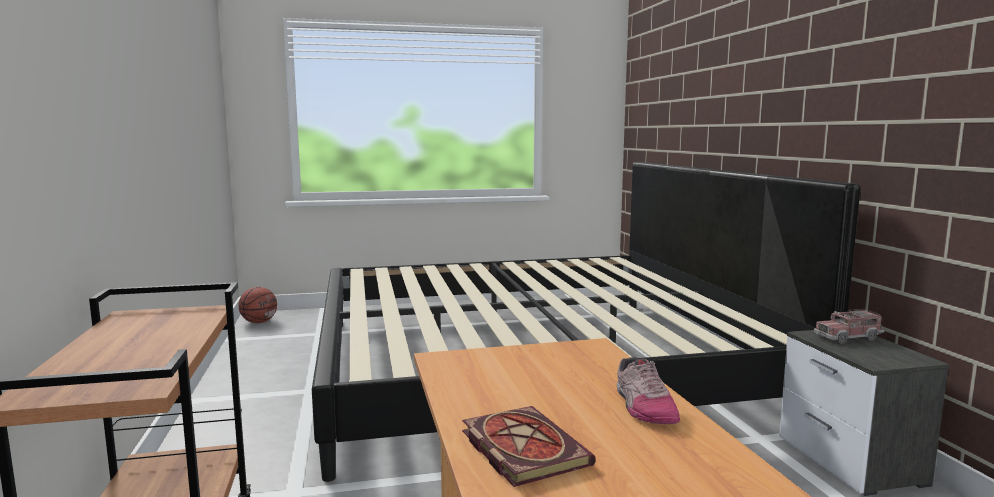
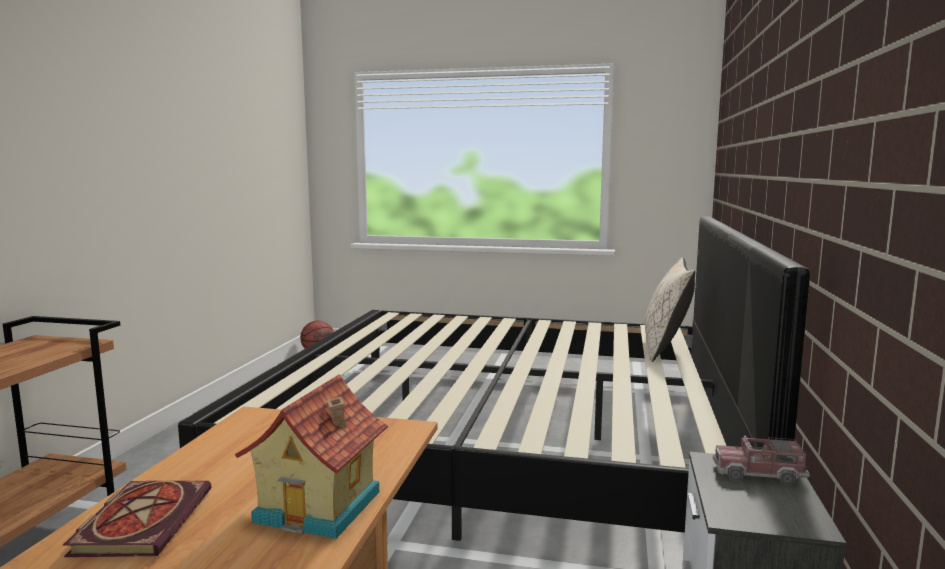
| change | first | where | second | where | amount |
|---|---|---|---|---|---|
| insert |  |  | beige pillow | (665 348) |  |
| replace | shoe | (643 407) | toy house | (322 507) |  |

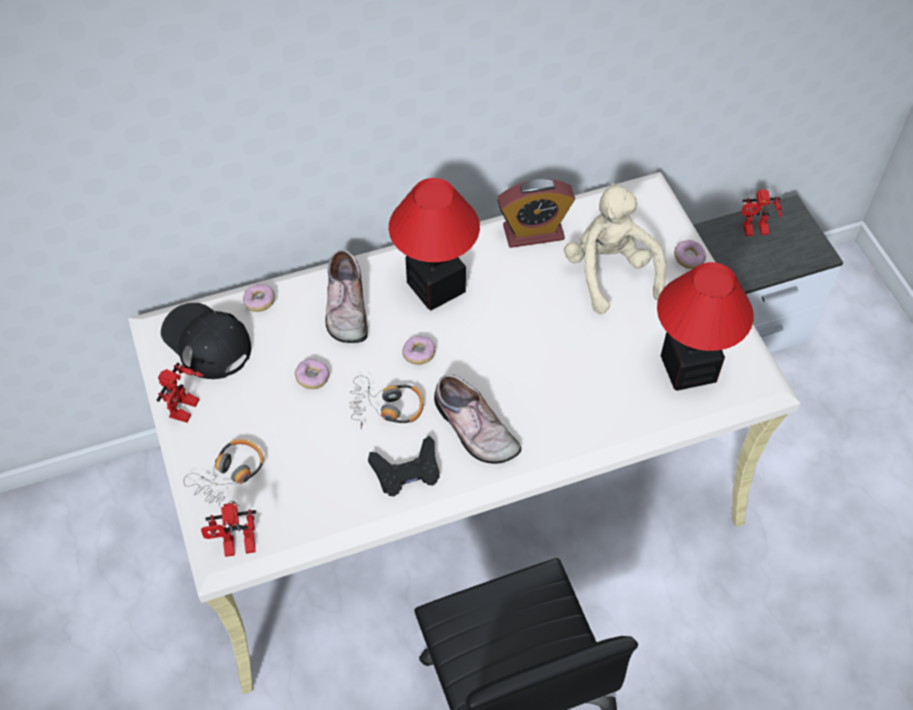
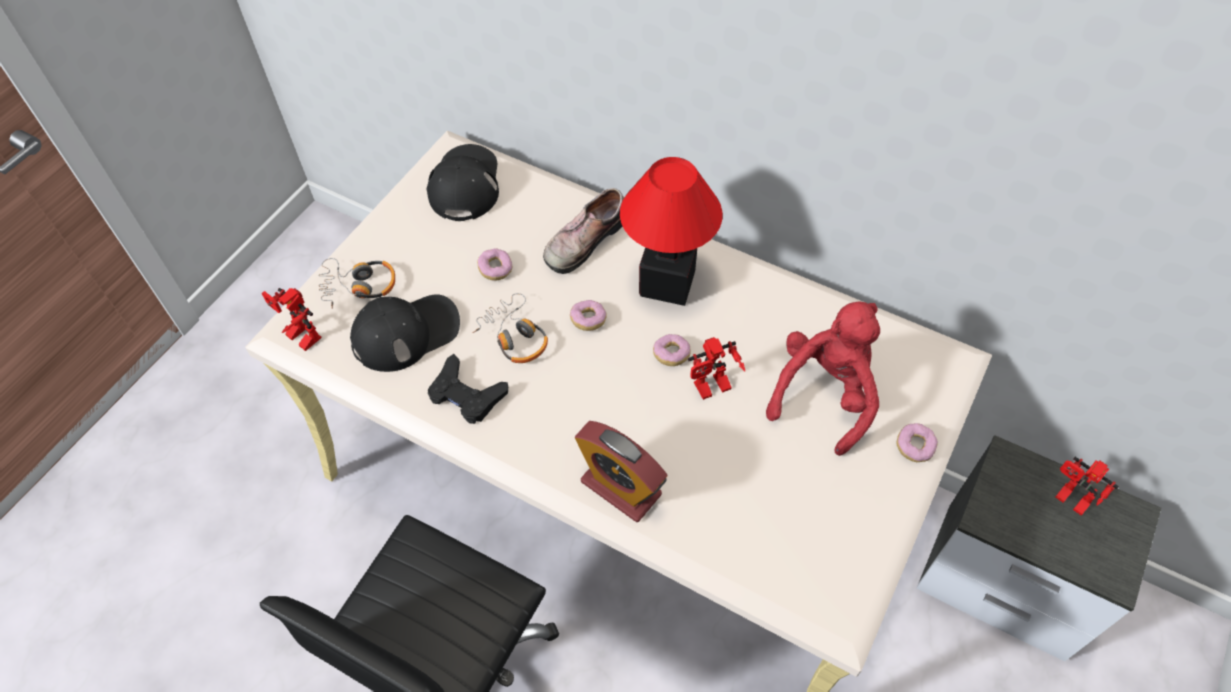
| change | first | where | second | where | amount |
|---|---|---|---|---|---|
| delete | shoe | (473 429) |  |  |  |
| delete | table lamp | (687 369) |  |  |  |
| insert |  |  | black cap | (406 333) |  |
| move | toy robot | (187 411) |  | (712 390) |  |
| move | donut | (259 302) |  | (671 355) |  |
| move | alarm clock | (533 232) |  | (621 488) |  |
| recolor | beige plush toy | (610 273) | red plush toy | (825 395) |  |

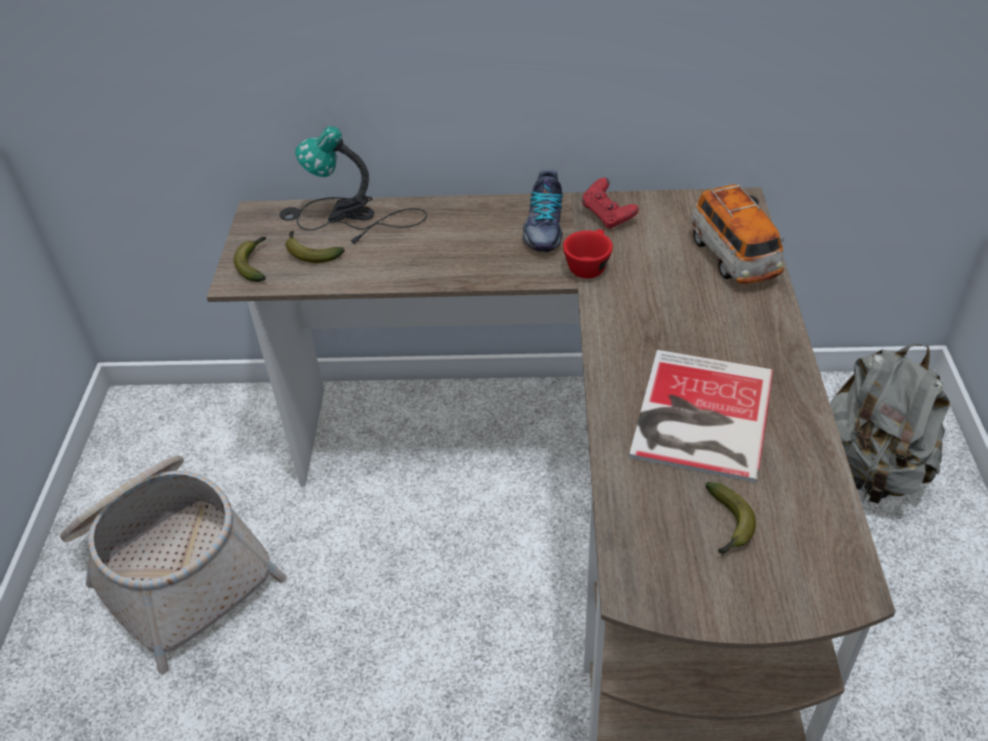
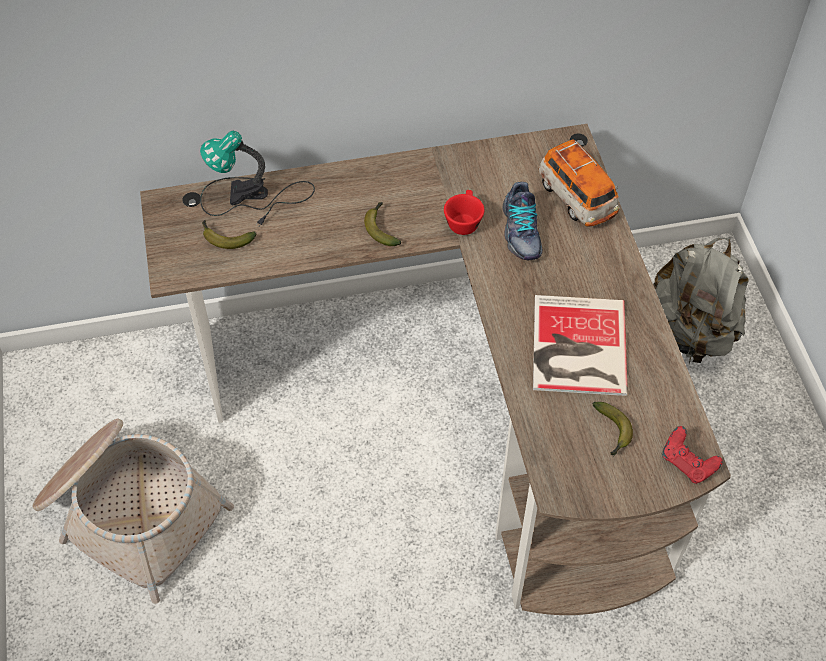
| change | first | where | second | where | amount |
|---|---|---|---|---|---|
| move | banana | (255 264) |  | (381 228) |  |
| move | shoe | (543 227) |  | (520 232) |  |
| move | red game controller | (607 216) |  | (687 463) |  |

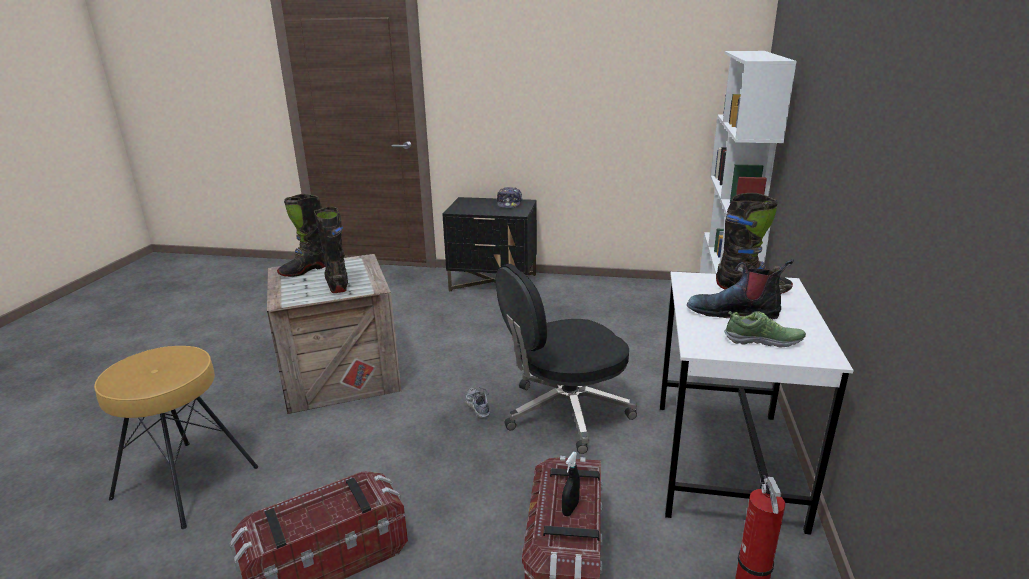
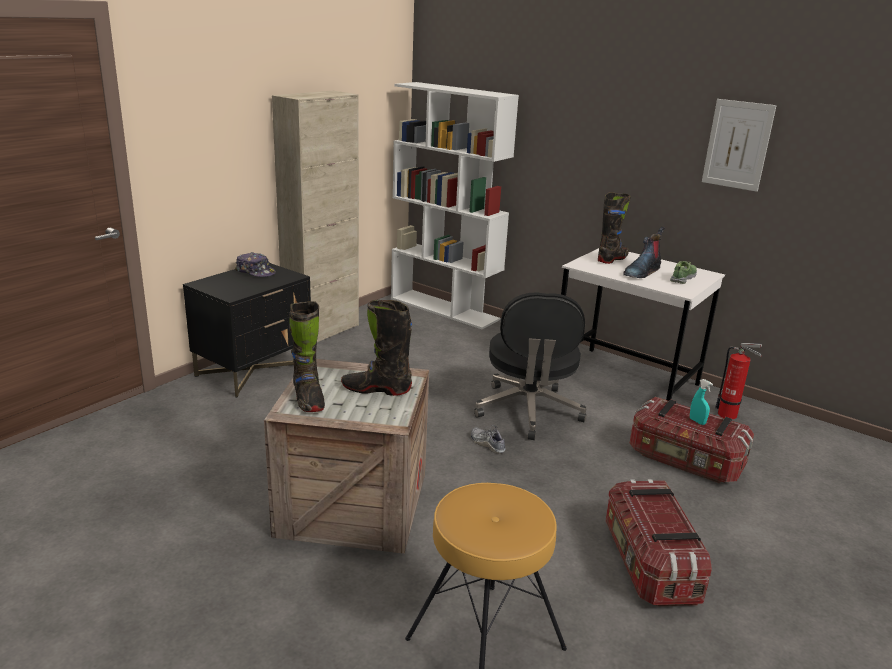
| change | first | where | second | where | amount |
|---|---|---|---|---|---|
| insert |  |  | beige cabinet | (322 331) |  |
| insert |  |  | picture | (737 145) |  |
| recolor | black spray bottle | (570 509) | turquoise spray bottle | (697 421) |  |
| rotate | shoe | (477 406) |  | (487 444) | 45 degrees clockwise |

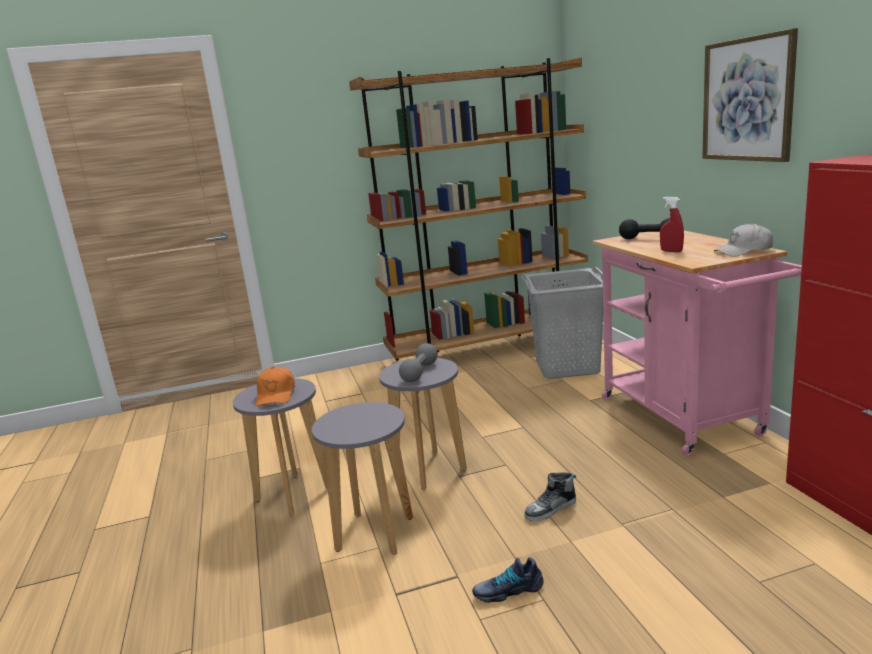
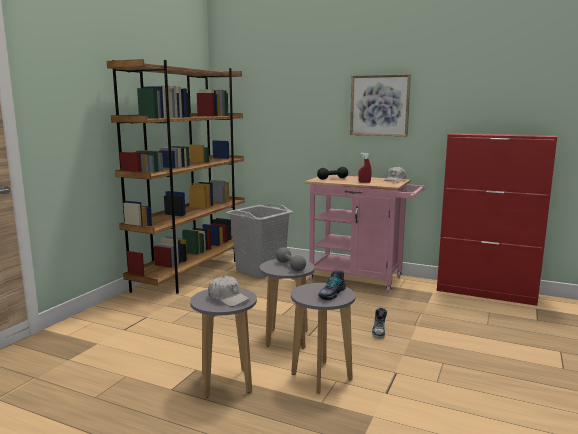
| change | first | where | second | where | amount |
|---|---|---|---|---|---|
| move | shoe | (508 590) |  | (331 293) |  |
| recolor | orange cap | (276 395) | white cap | (228 298) |  |

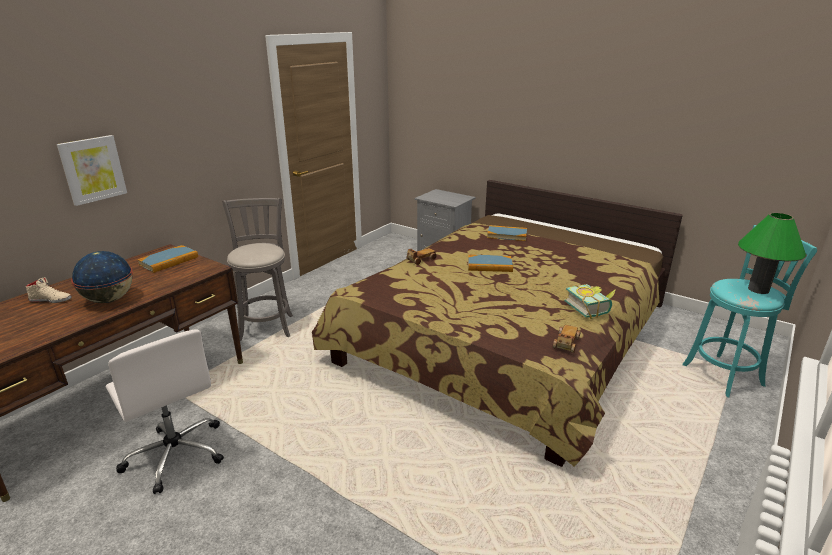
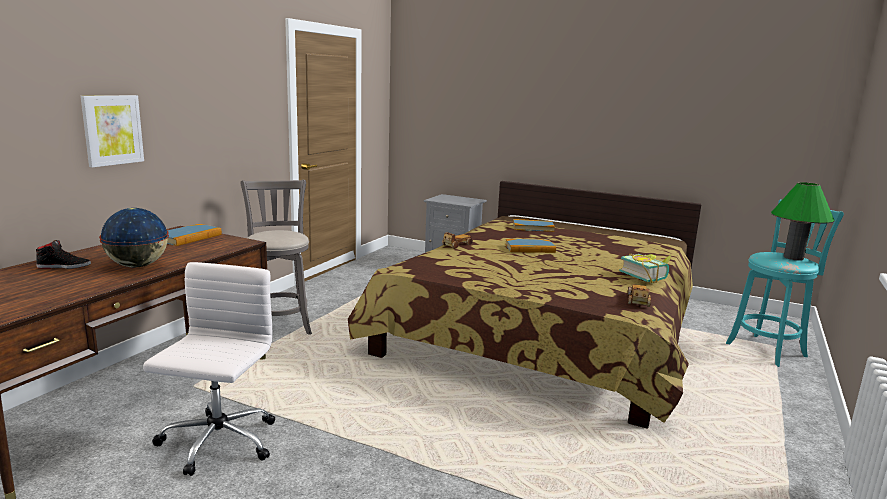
| change | first | where | second | where | amount |
|---|---|---|---|---|---|
| recolor | beige shoe | (51 299) | black shoe | (64 266) |  |
| rotate | white office chair | (176 454) |  | (217 443) | 120 degrees counterclockwise |

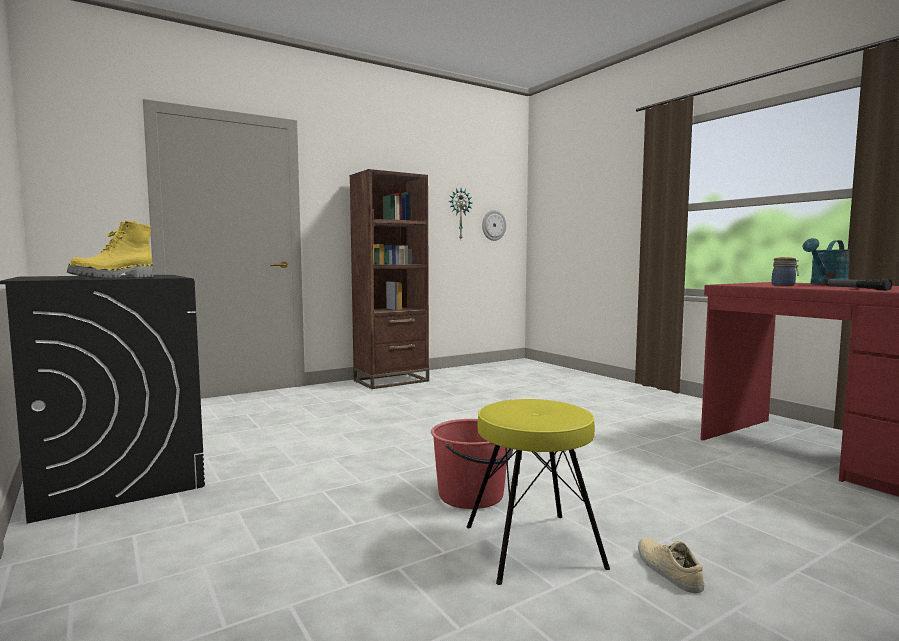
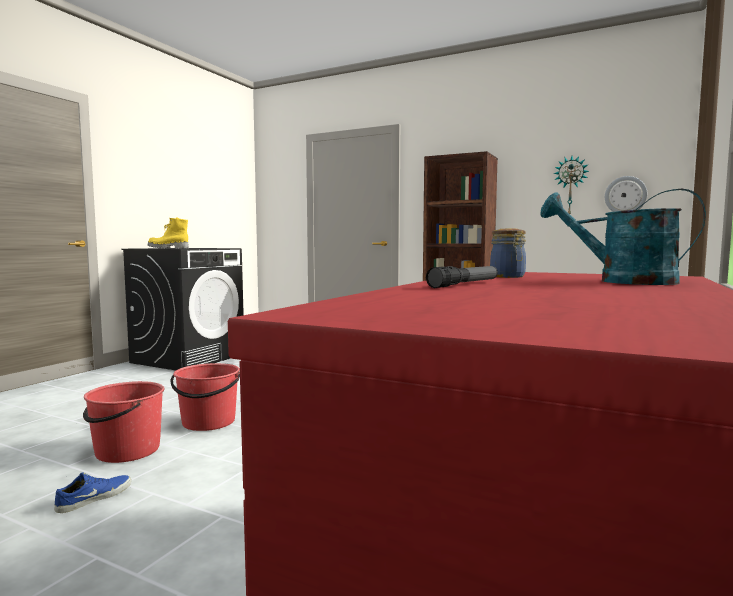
| change | first | where | second | where | amount |
|---|---|---|---|---|---|
| replace | yellow stool | (532 547) | red bucket | (127 451) |  |
| recolor | beige shoe | (667 570) | blue shoe | (94 498) |  |

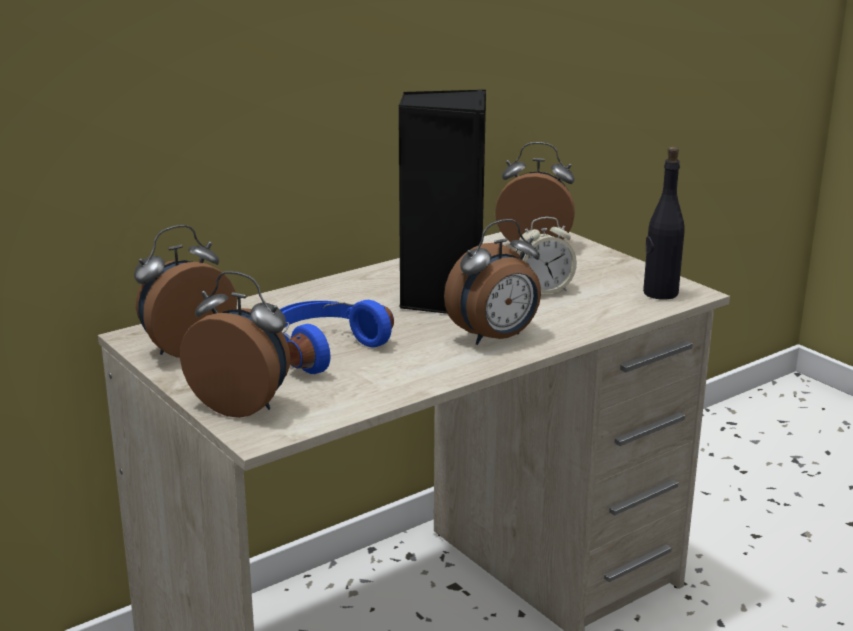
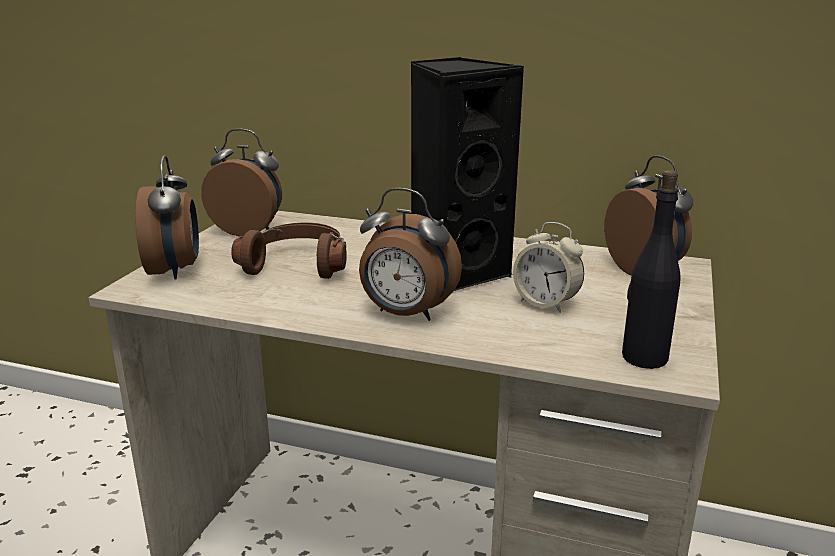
| change | first | where | second | where | amount |
|---|---|---|---|---|---|
| recolor | blue headphones | (322 349) | brown headphones | (298 264) |  |

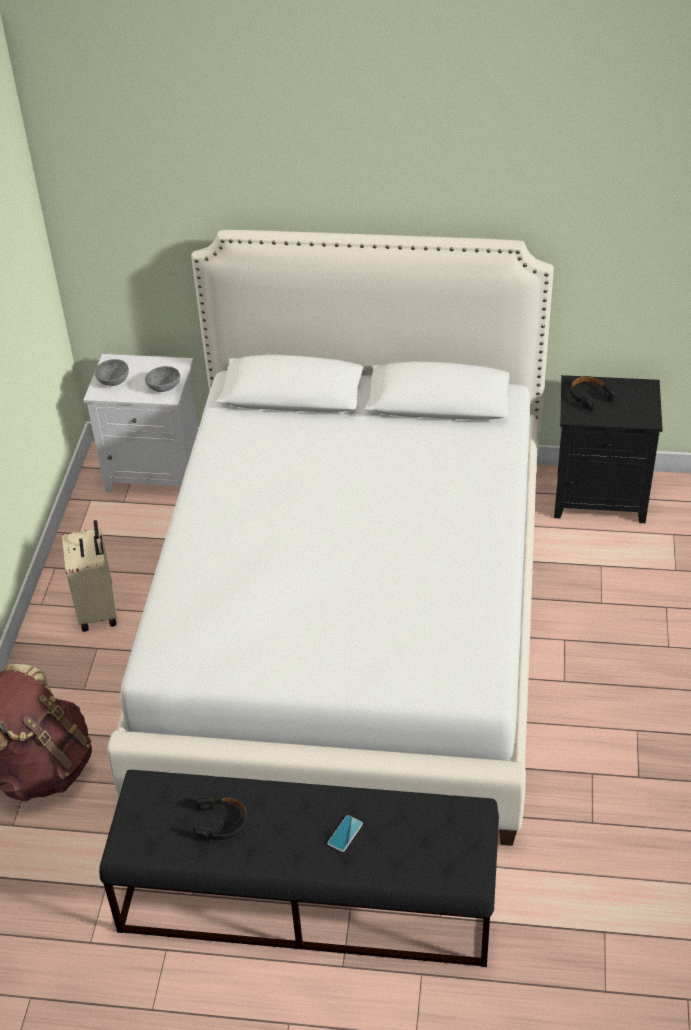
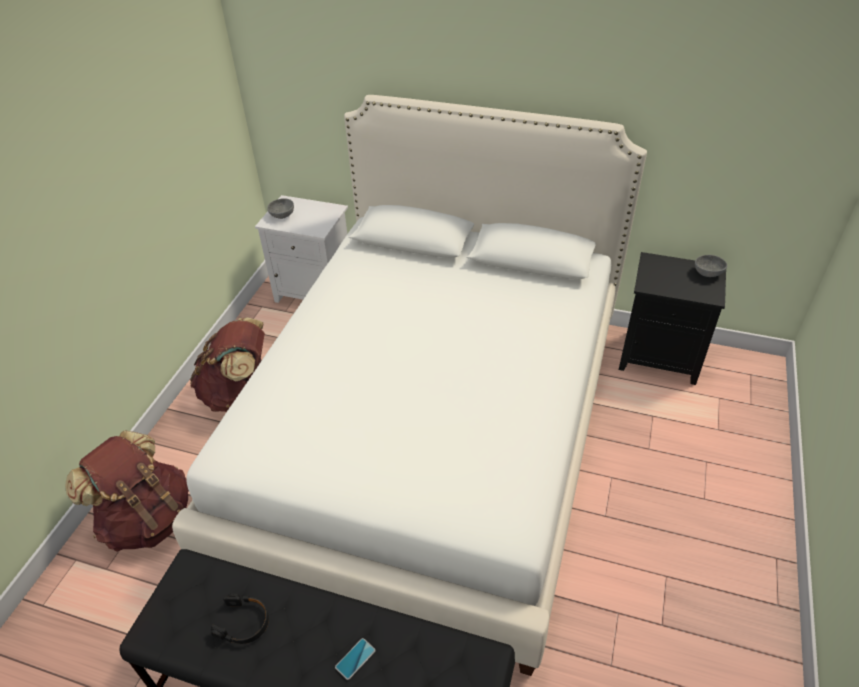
| change | first | where | second | where | amount |
|---|---|---|---|---|---|
| delete | black headphones | (589 396) |  |  |  |
| move | grey bowl | (163 387) |  | (707 272) |  |
| replace | beige suitcase | (99 610) | brown backpack | (239 392) |  |

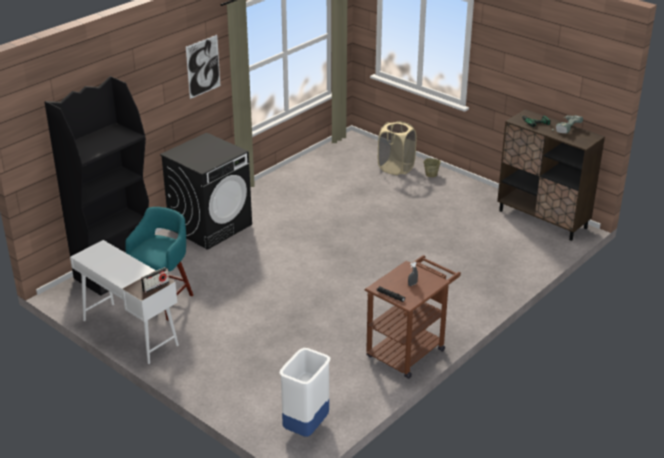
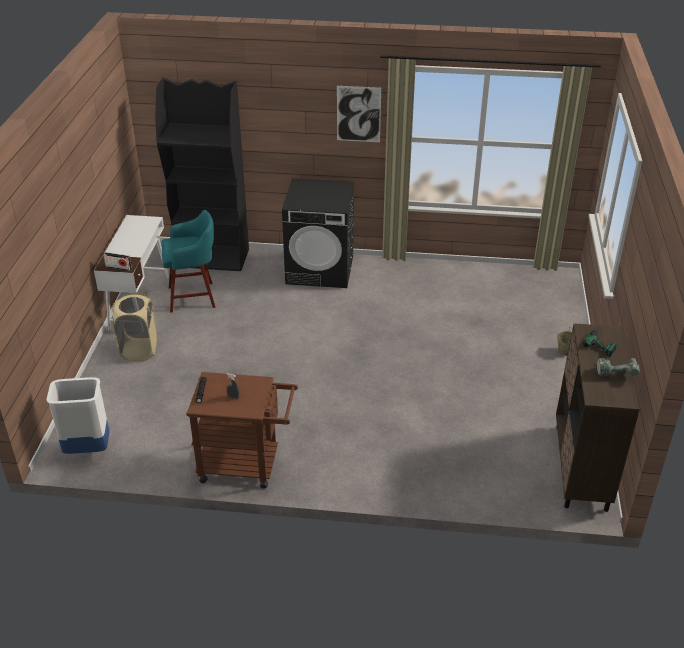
| change | first | where | second | where | amount |
|---|---|---|---|---|---|
| move | beige laundry basket | (396 168) |  | (139 350) |  |

